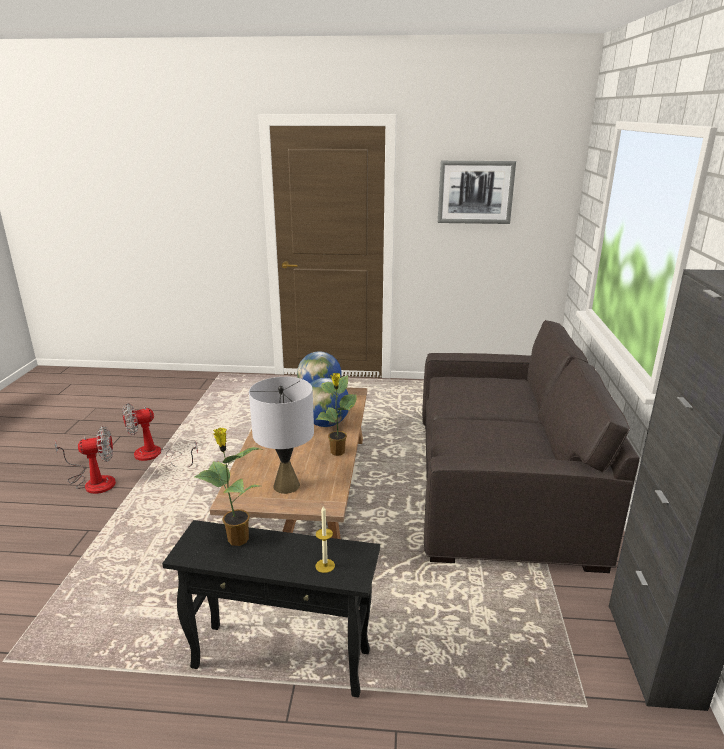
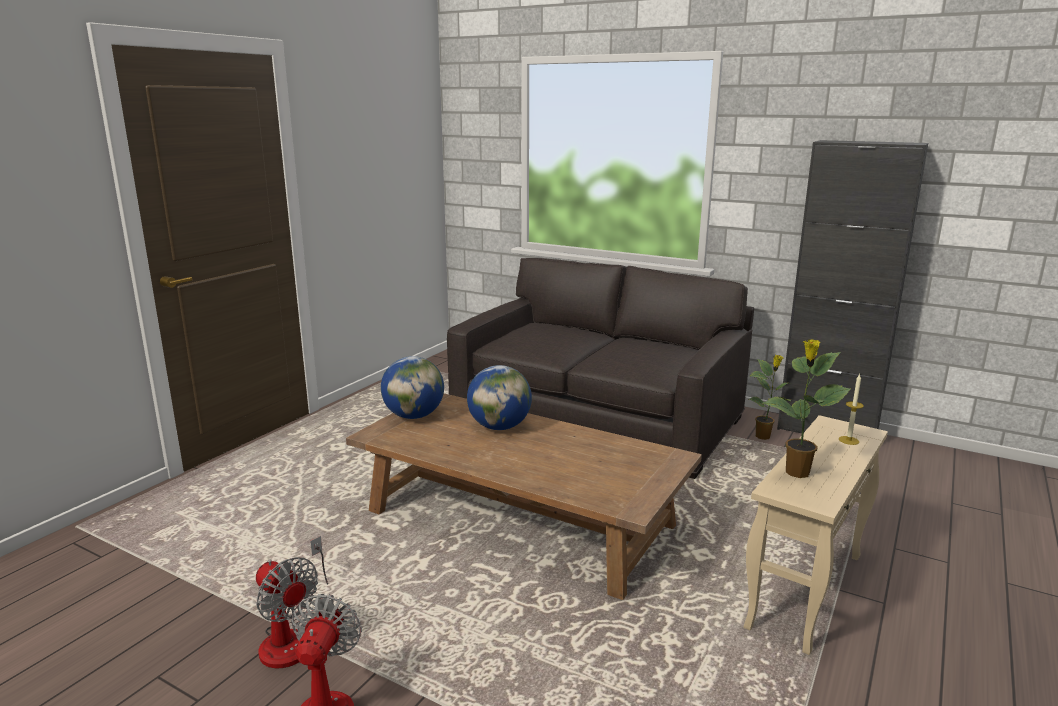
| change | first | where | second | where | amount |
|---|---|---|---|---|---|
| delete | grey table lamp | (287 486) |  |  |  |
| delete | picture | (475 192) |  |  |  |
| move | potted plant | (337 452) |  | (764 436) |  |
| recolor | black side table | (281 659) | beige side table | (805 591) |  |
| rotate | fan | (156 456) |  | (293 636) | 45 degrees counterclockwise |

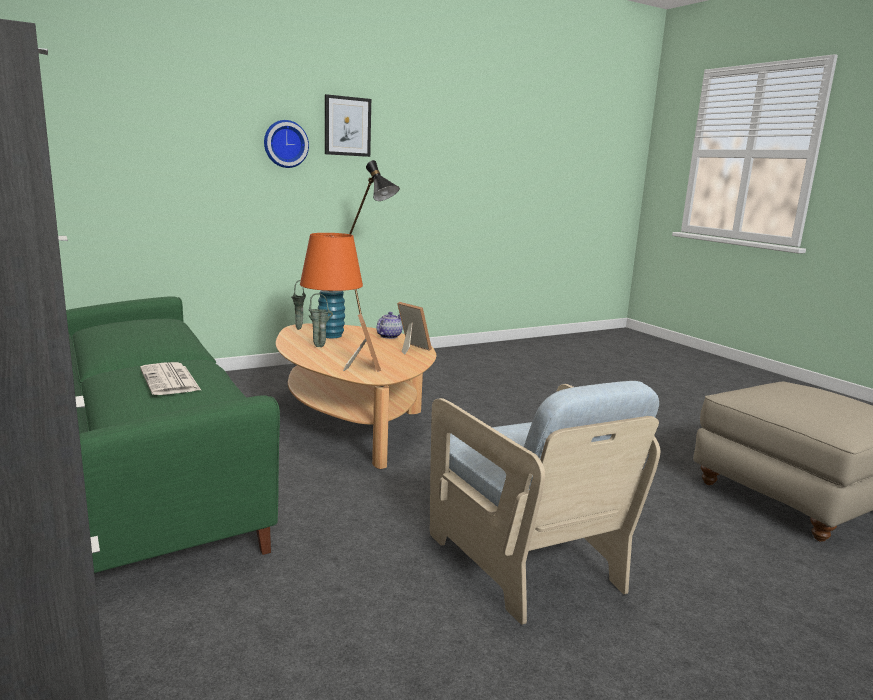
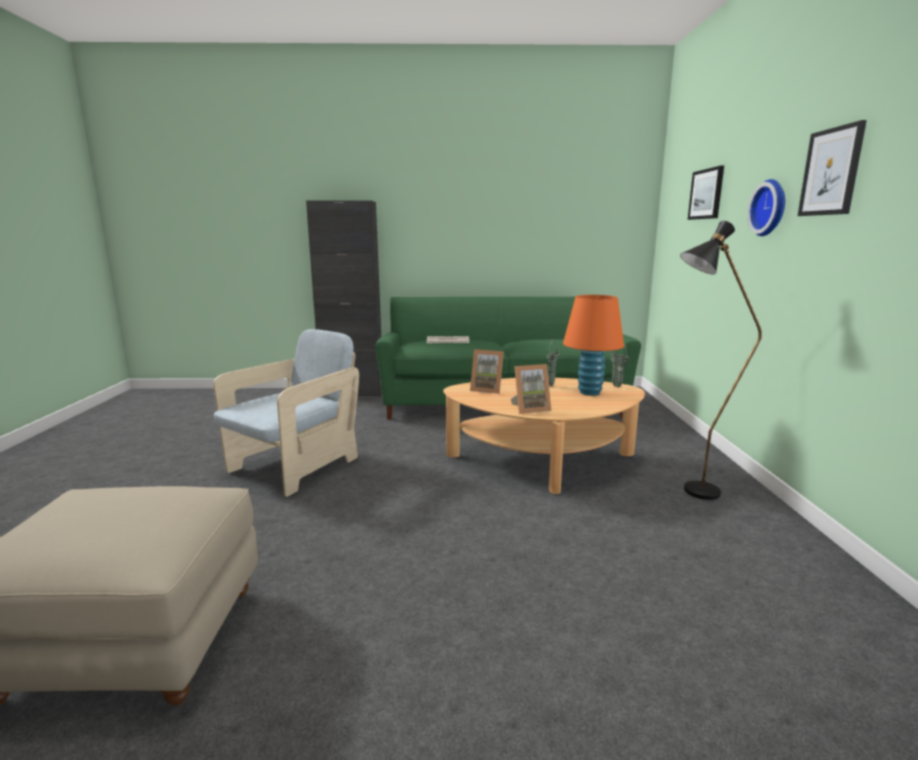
| change | first | where | second | where | amount |
|---|---|---|---|---|---|
| delete | teapot | (388 336) |  |  |  |
| insert |  |  | picture | (706 194) |  |
| rotate | beige armchair | (526 559) |  | (295 466) | 120 degrees clockwise |

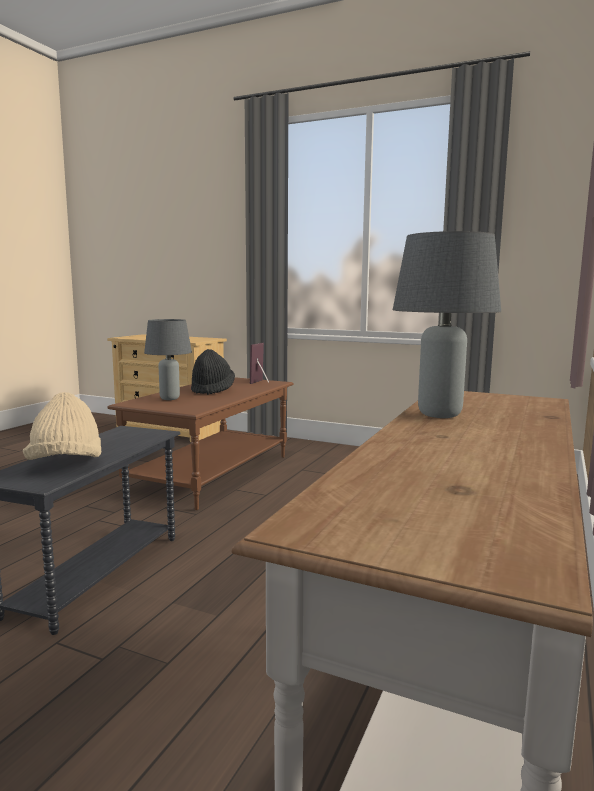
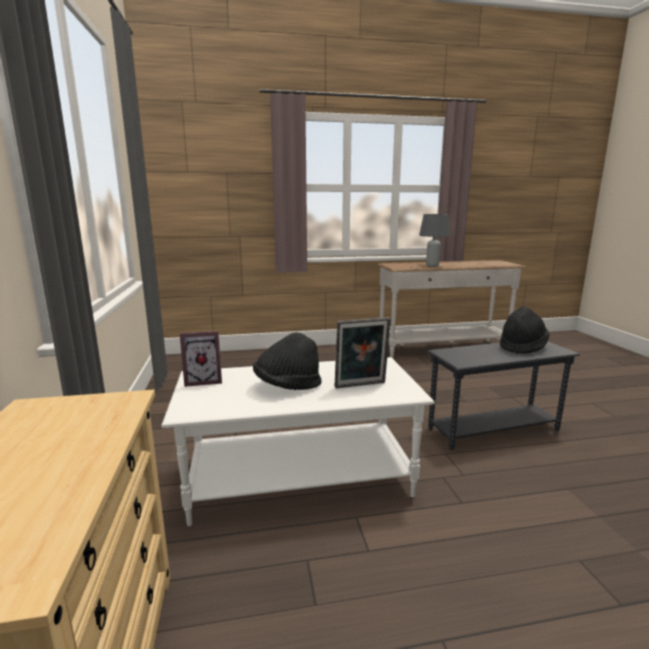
| change | first | where | second | where | amount |
|---|---|---|---|---|---|
| replace | grey table lamp | (170 398) | picture frame | (361 386) |  |
| recolor | beige hat | (66 465) | black hat | (522 347) |  |
| recolor | brown coffee table | (213 474) | white coffee table | (300 477) |  |

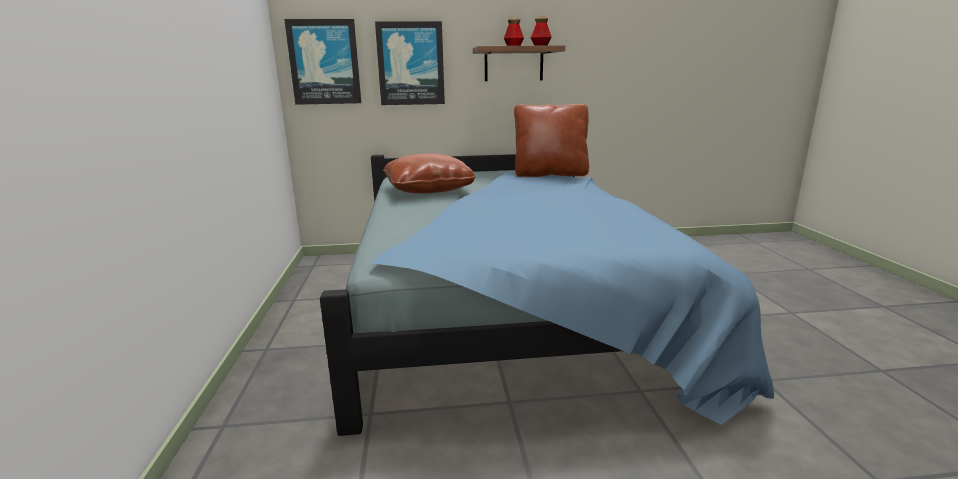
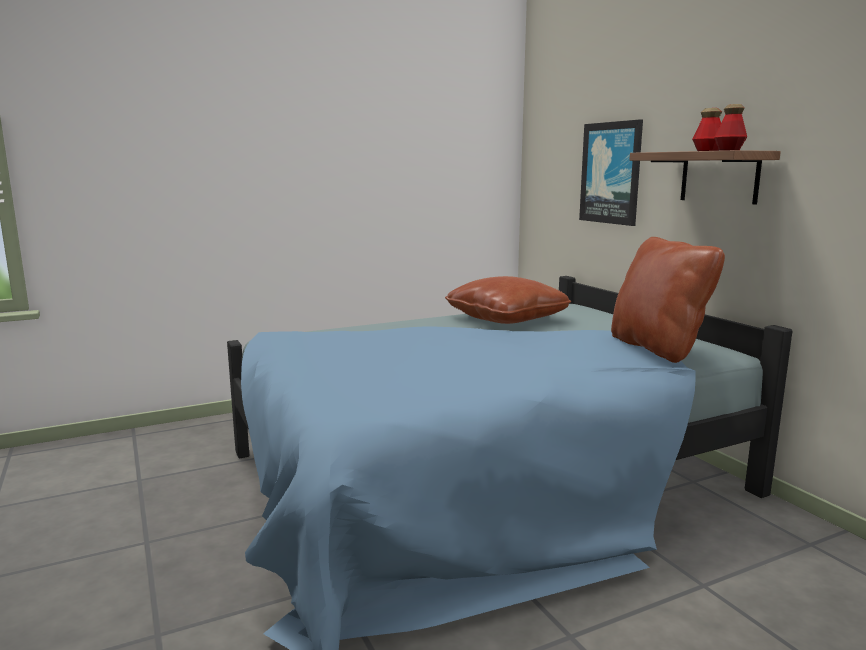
| change | first | where | second | where | amount |
|---|---|---|---|---|---|
| delete | picture | (324 62) |  |  |  |

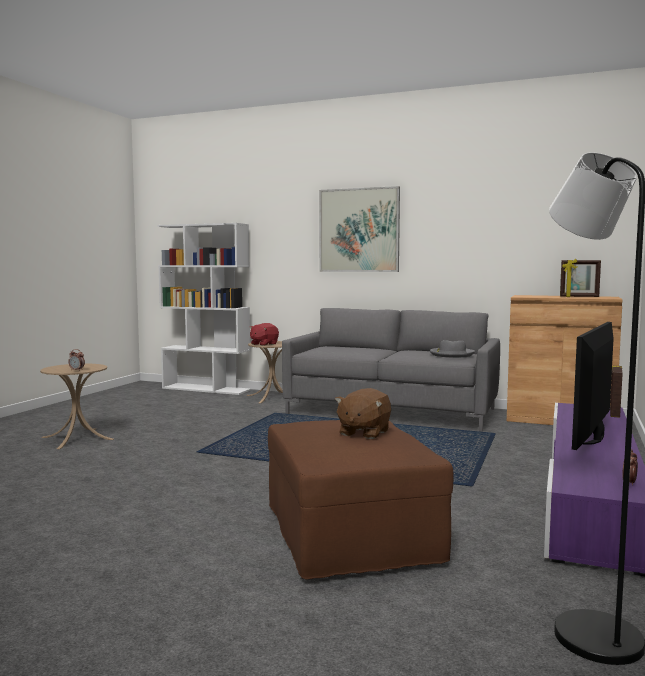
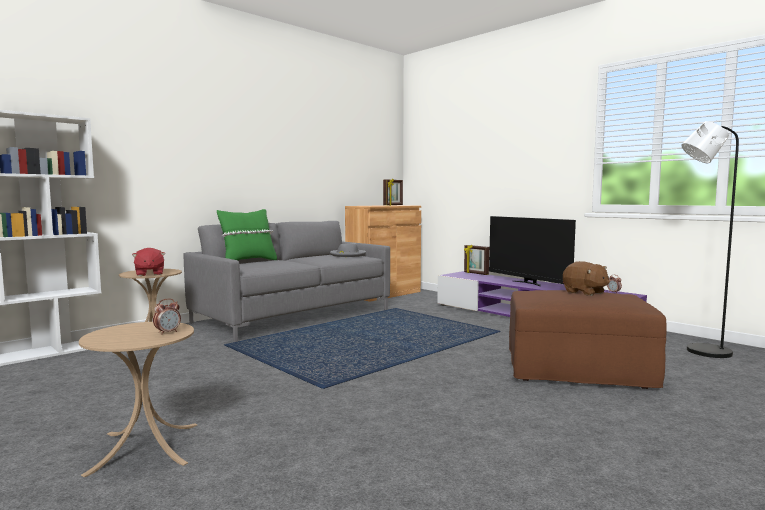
| change | first | where | second | where | amount |
|---|---|---|---|---|---|
| delete | picture | (359 230) |  |  |  |
| insert |  |  | green pillow | (248 261) |  |

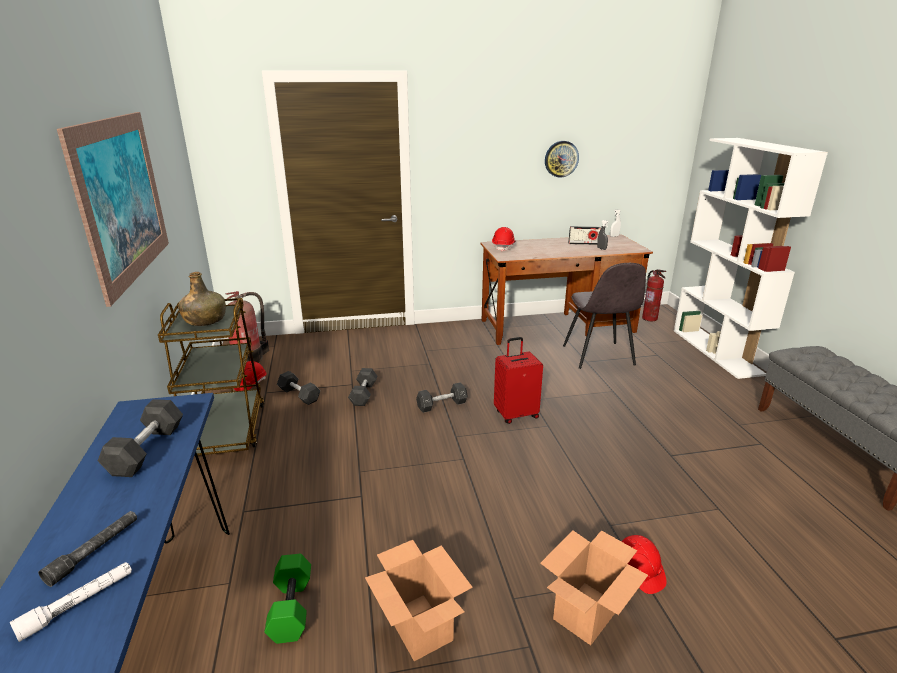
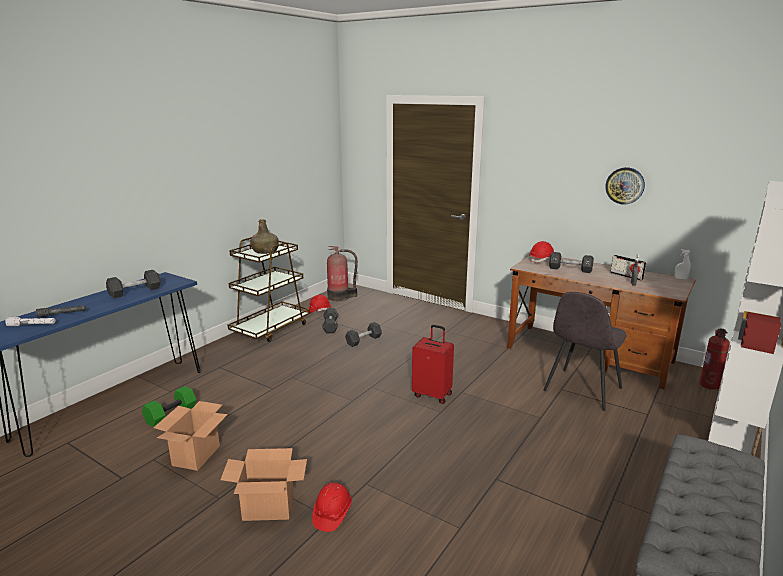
| change | first | where | second | where | amount |
|---|---|---|---|---|---|
| delete | picture | (122 199) |  |  |  |
| move | black dumbbell | (442 405) |  | (570 269) |  |

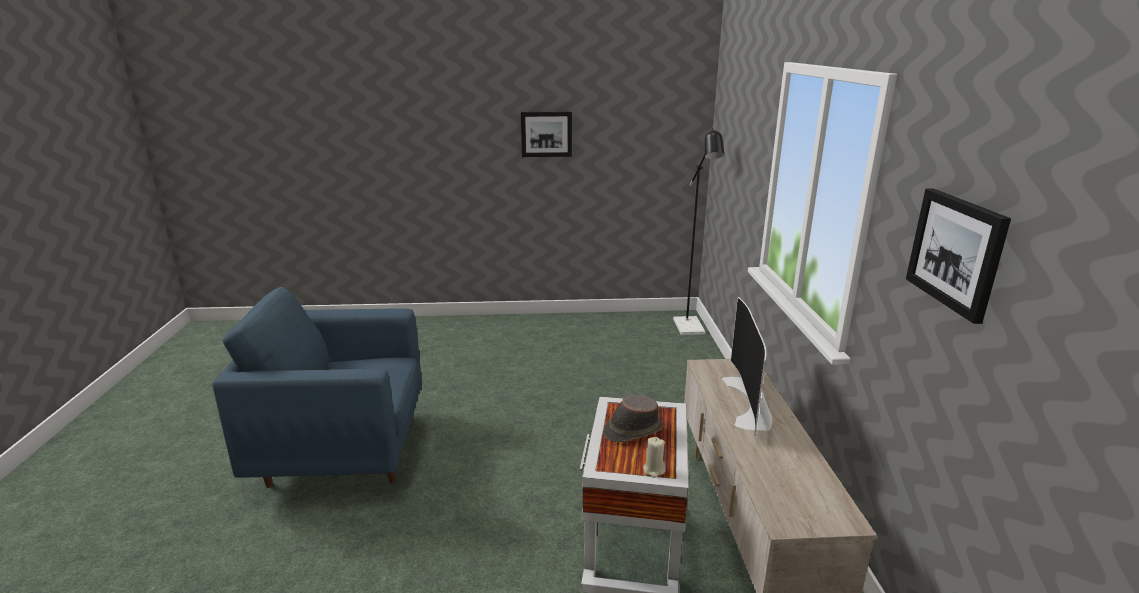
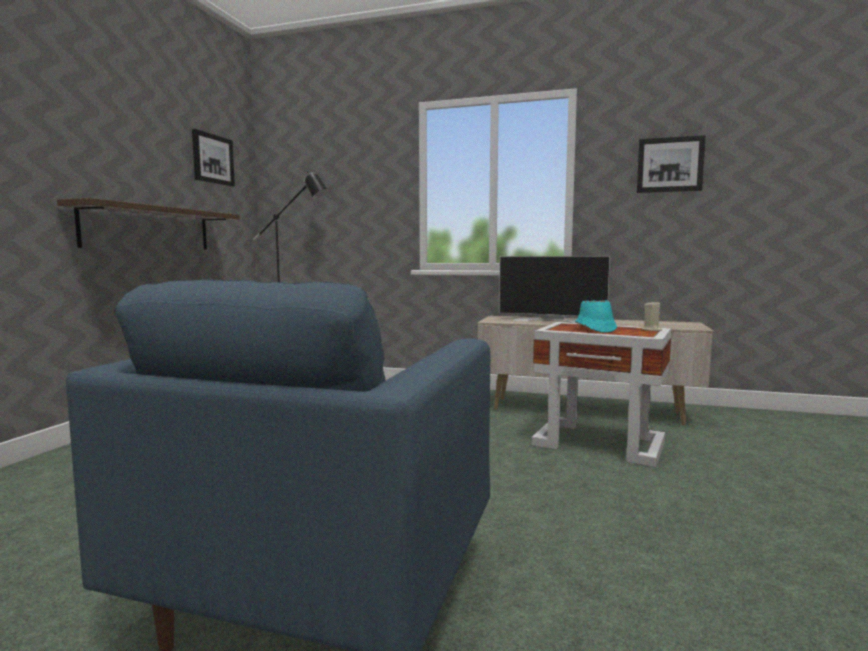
| change | first | where | second | where | amount |
|---|---|---|---|---|---|
| insert |  |  | shelf | (149 228) |  |
| move | picture | (546 134) |  | (212 159) |  |
| recolor | brown hat | (632 430) | turquoise hat | (595 329) |  |

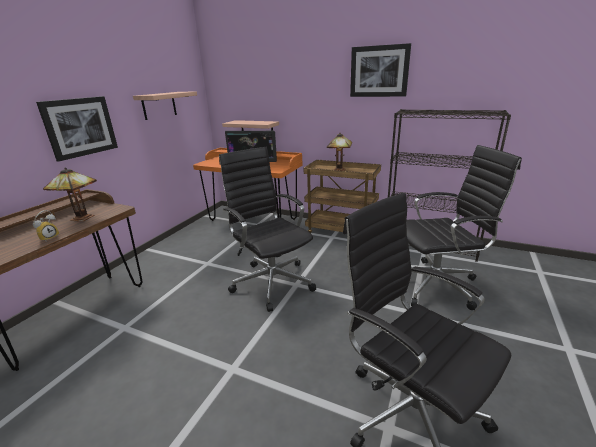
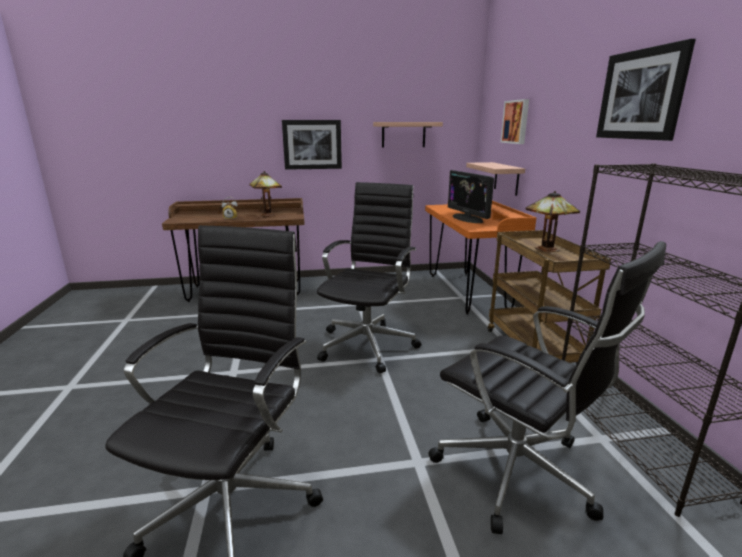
| change | first | where | second | where | amount |
|---|---|---|---|---|---|
| insert |  |  | picture | (516 122) |  |

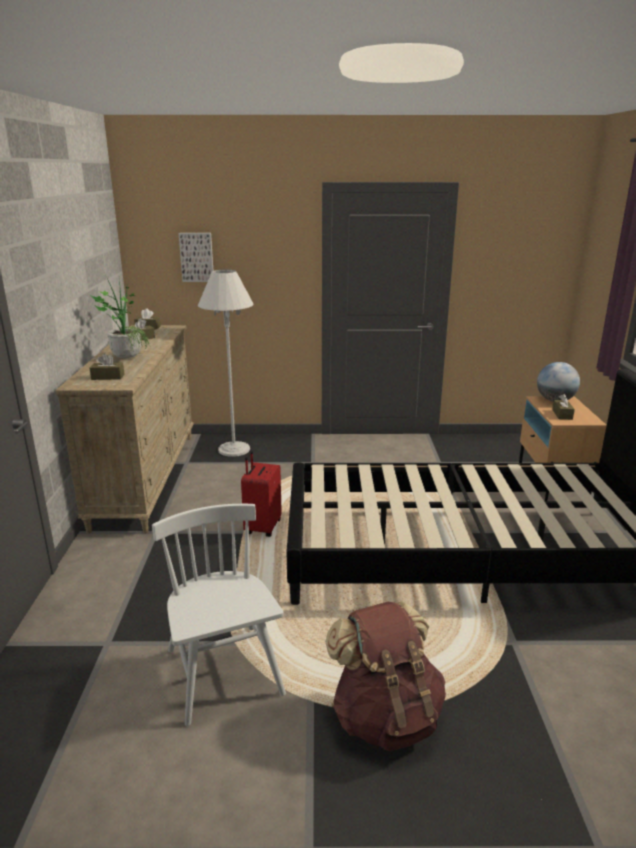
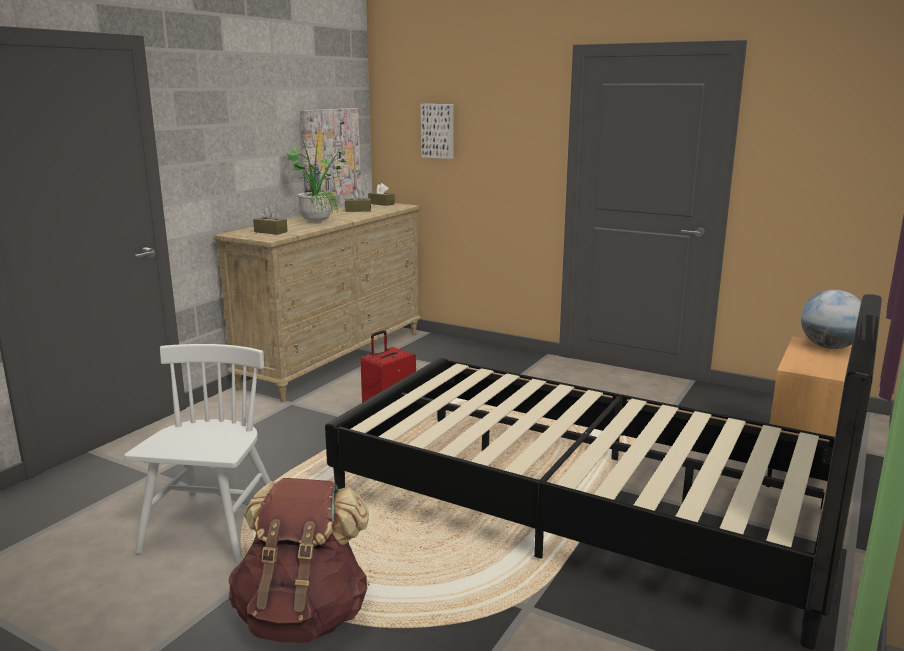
| change | first | where | second | where | amount |
|---|---|---|---|---|---|
| delete | white floor lamp | (234 449) |  |  |  |
| delete | brown tissue box | (562 414) |  |  |  |
| insert |  |  | picture | (330 153) |  |

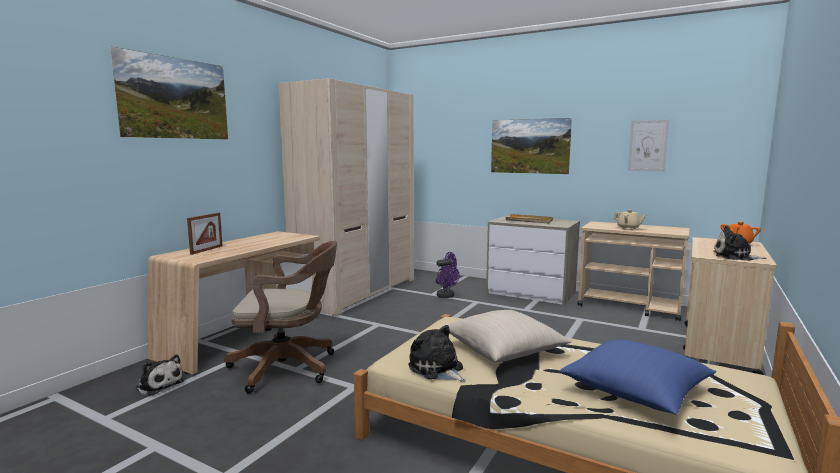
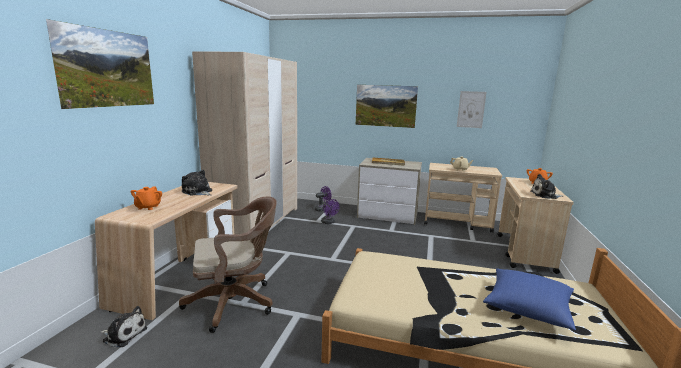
| change | first | where | second | where | amount |
|---|---|---|---|---|---|
| delete | beige pillow | (503 350) |  |  |  |
| move | plush toy | (437 369) |  | (197 192) |  |
| replace | picture frame | (207 250) | orange teapot | (148 207) |  |

